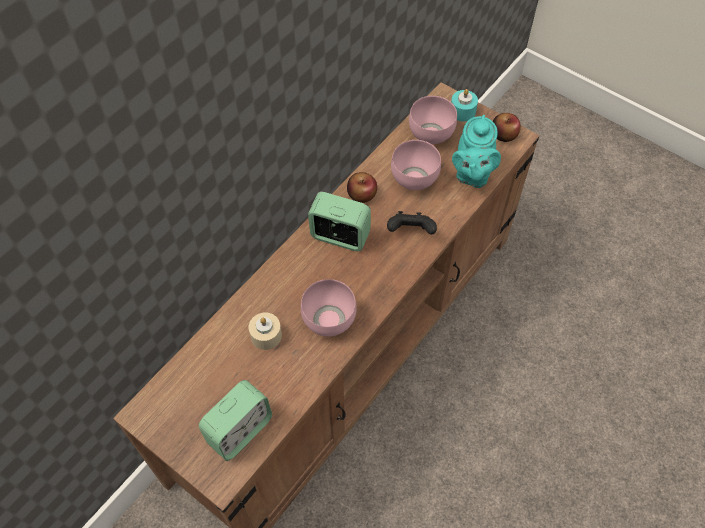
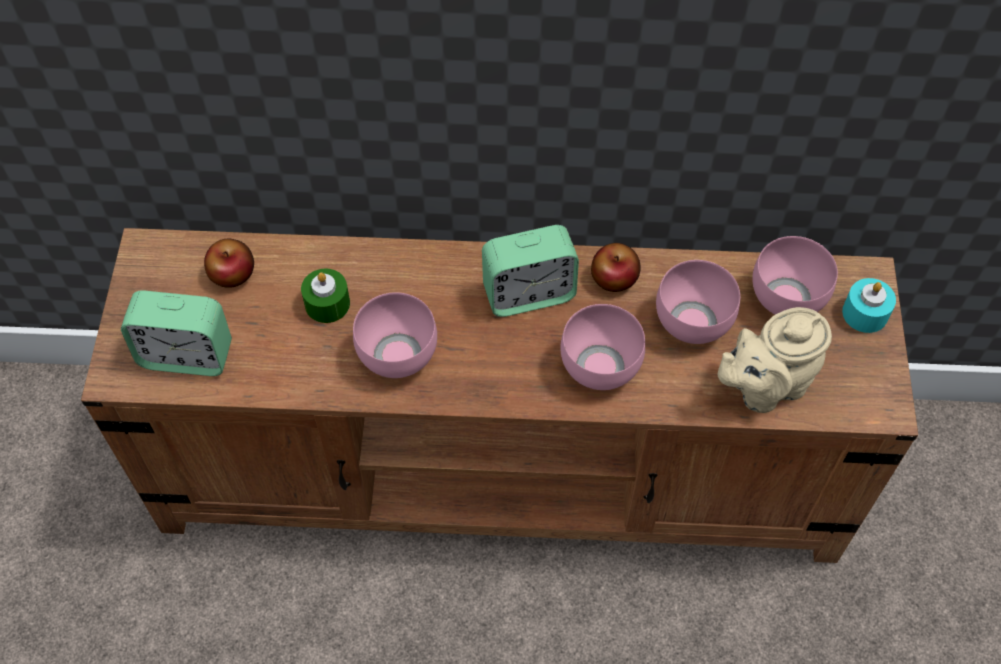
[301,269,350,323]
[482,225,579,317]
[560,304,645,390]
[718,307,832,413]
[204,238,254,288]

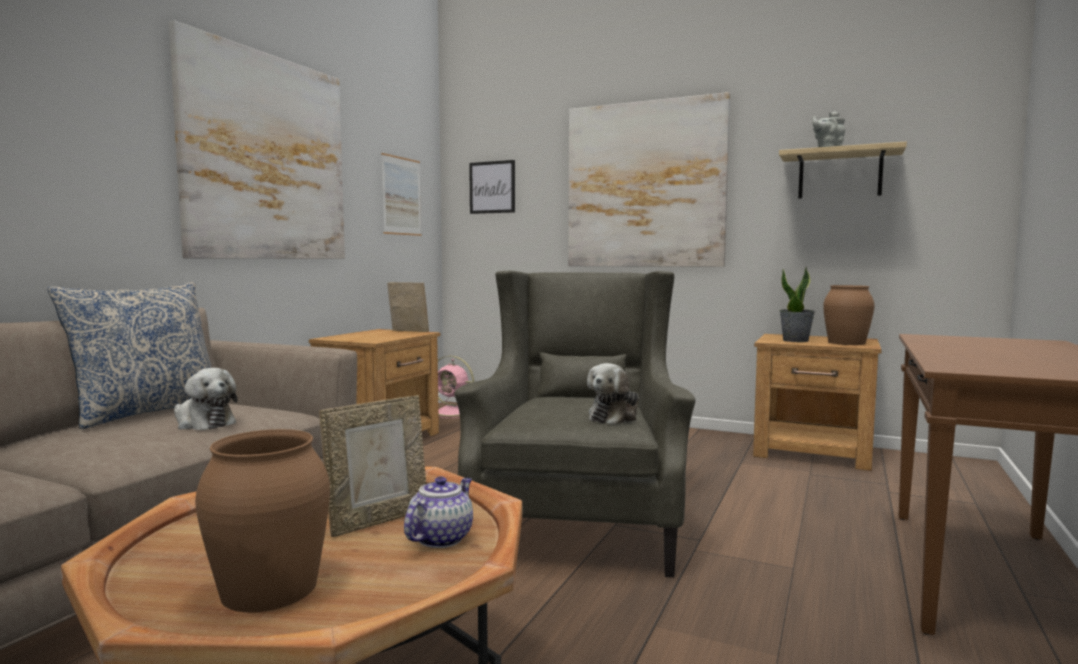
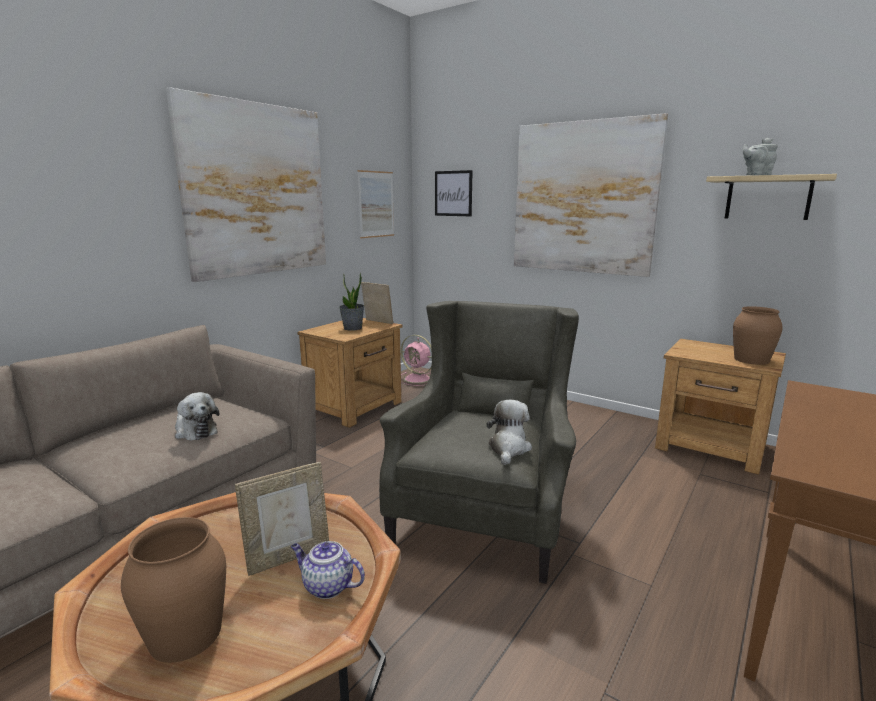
[47,282,212,429] (first image)
[291,541,365,599]
[486,400,532,465]
[339,273,364,331]

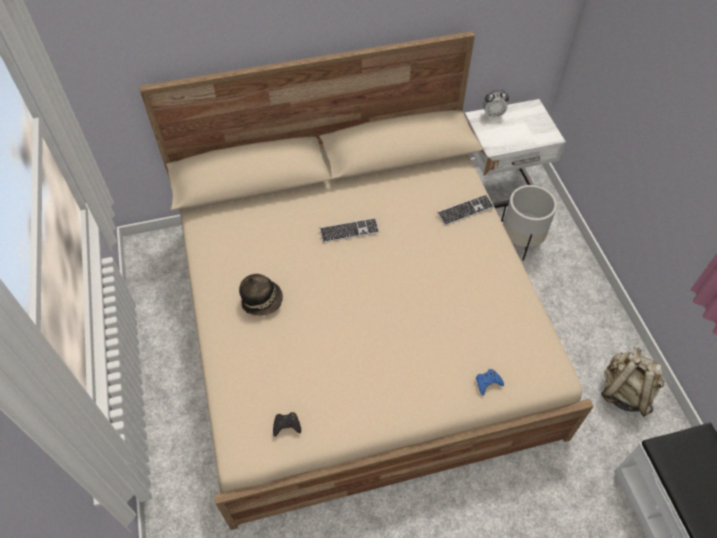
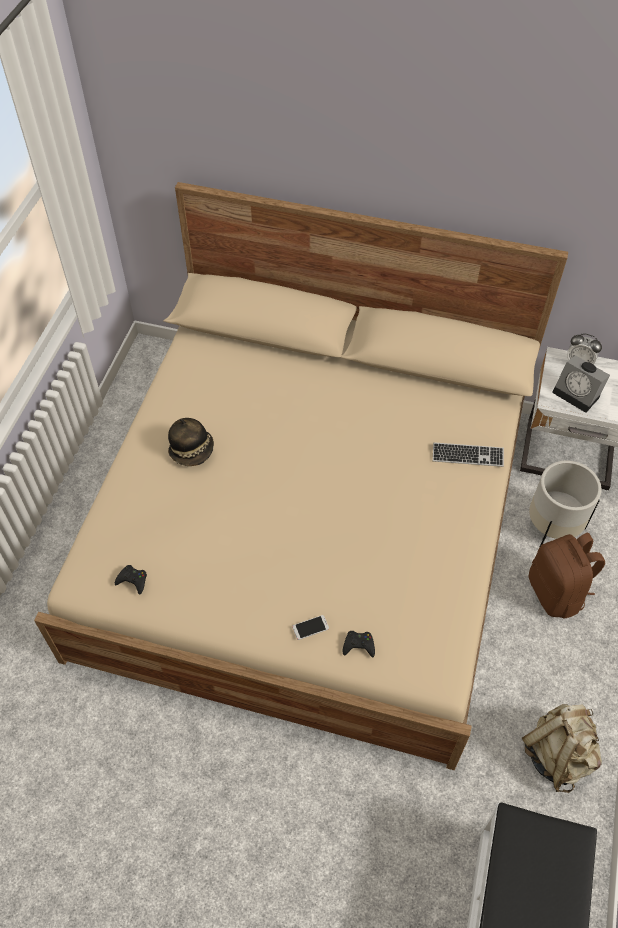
[319,218,380,243] (first image)
[343,631,375,657]
[292,615,329,640]
[529,533,605,619]
[552,355,610,413]

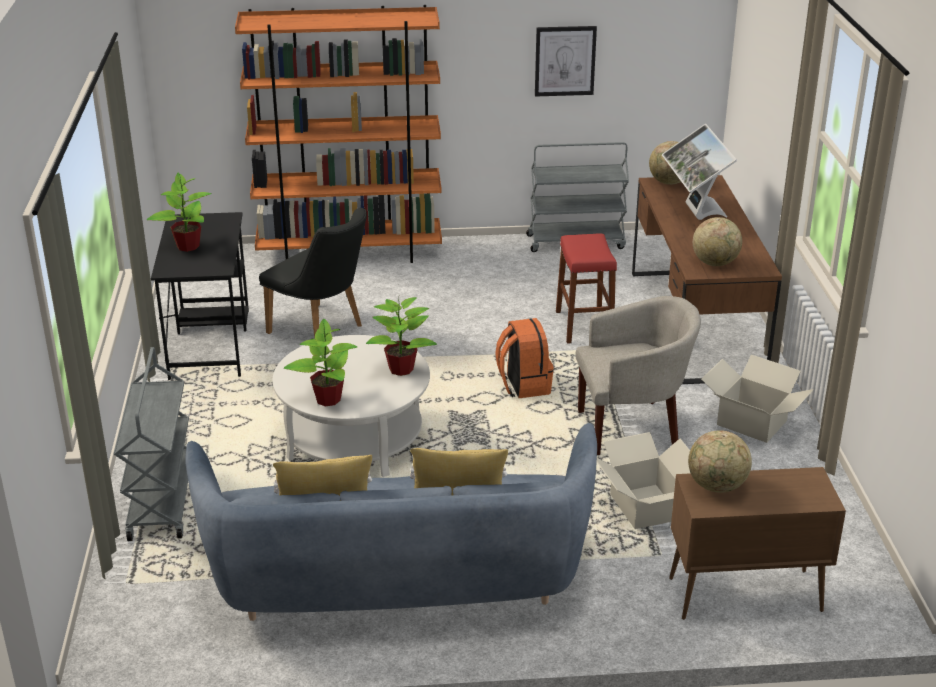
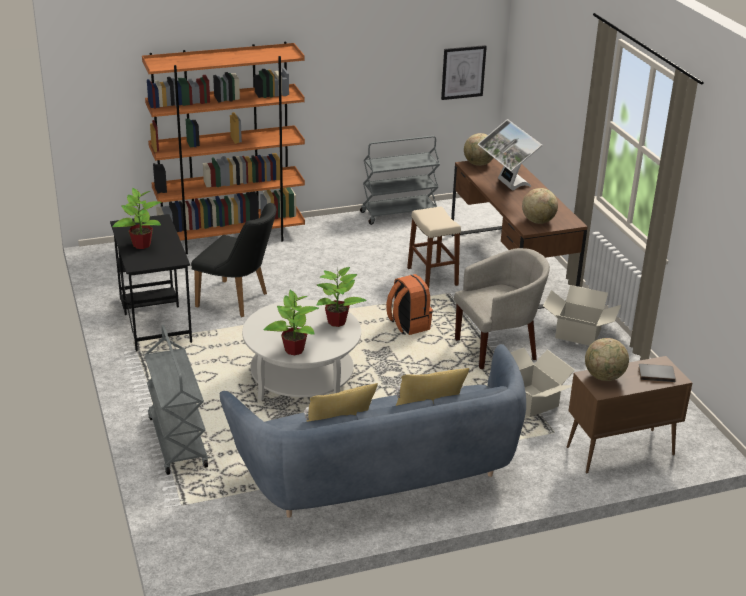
[441,45,487,100]
[407,207,461,288]
[638,364,676,382]

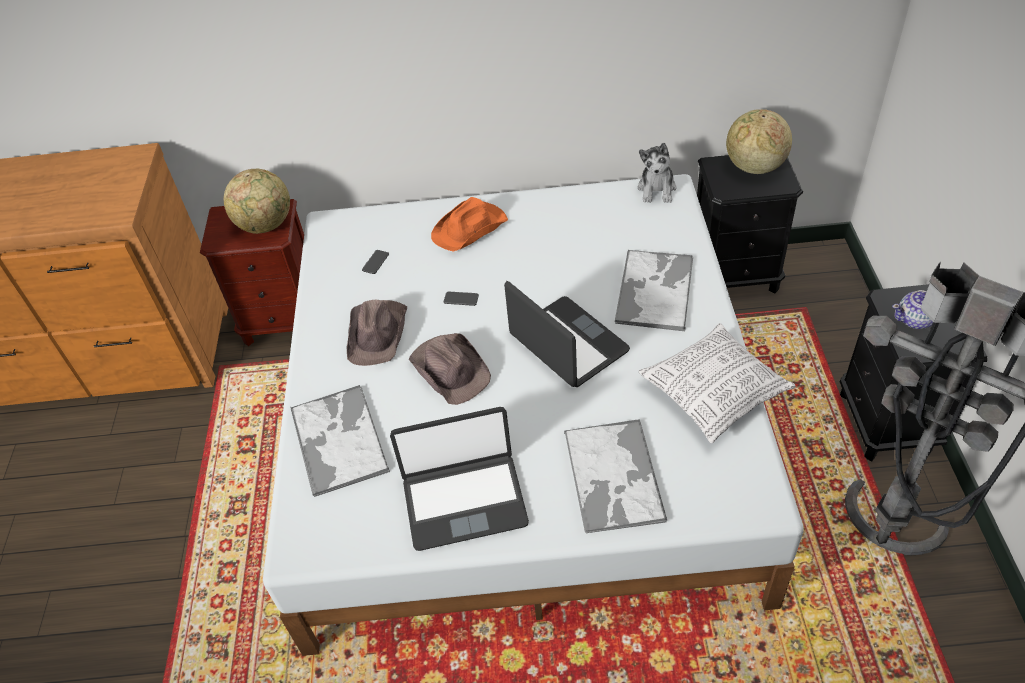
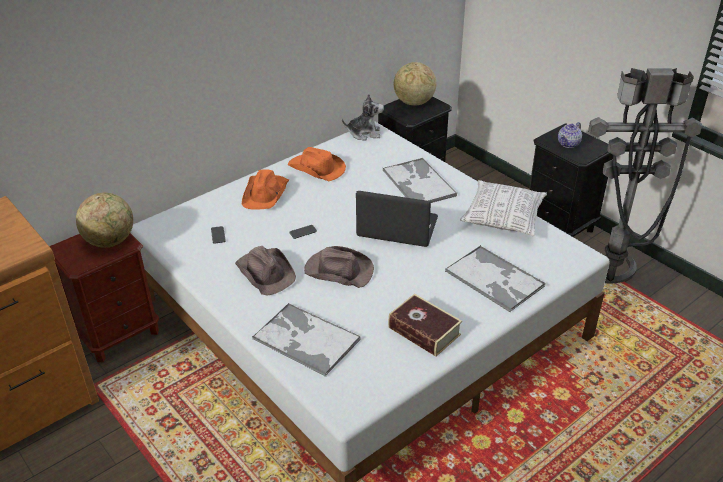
[388,294,462,357]
[342,94,384,141]
[288,147,346,181]

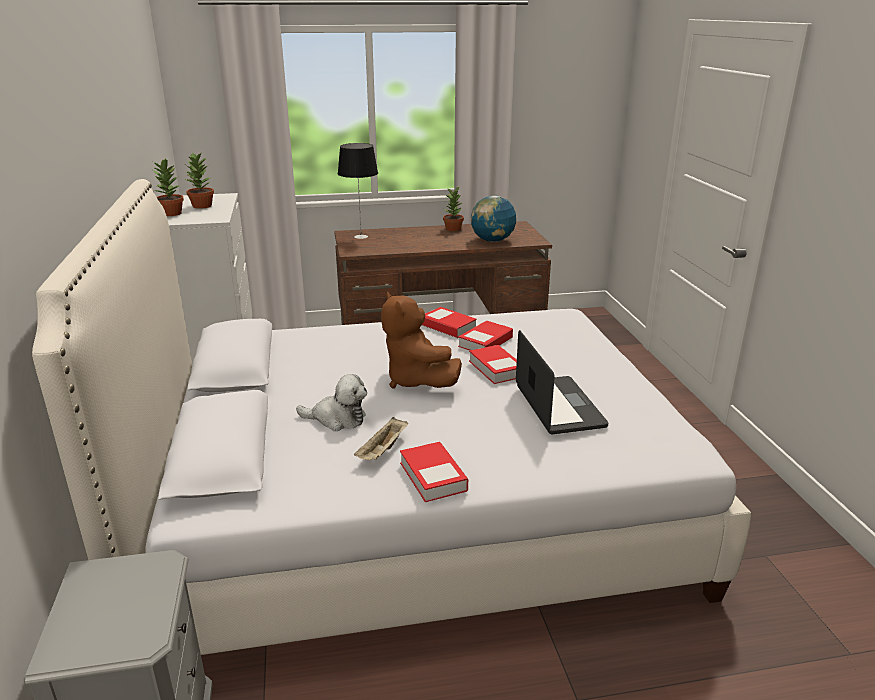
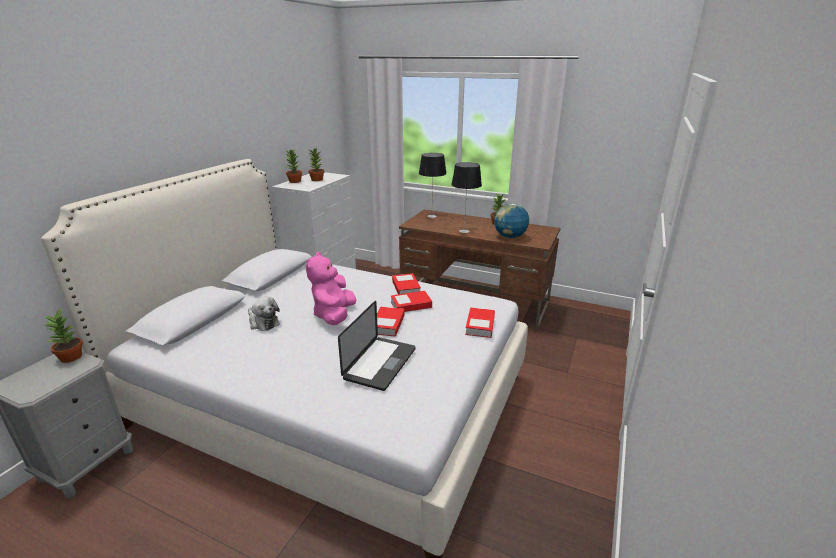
[354,417,408,460] (first image)
[306,252,356,325]
[465,308,495,338]
[43,308,83,363]
[451,162,482,233]

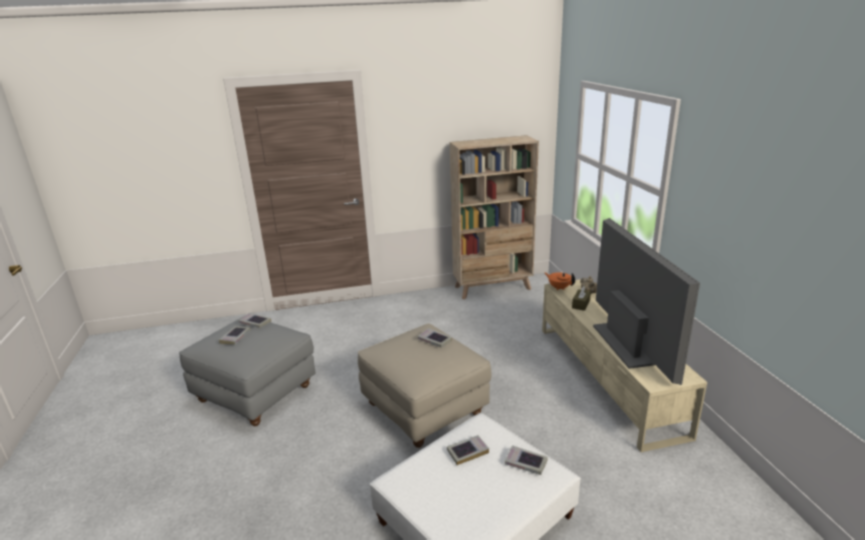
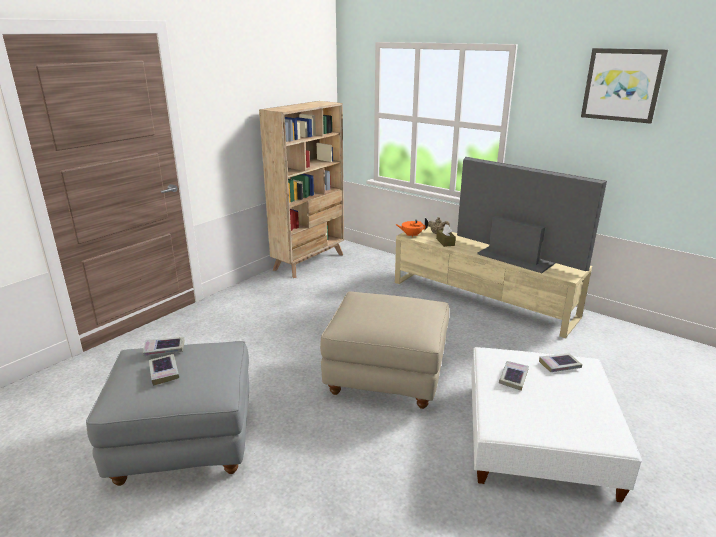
[418,328,452,348] (first image)
[581,48,668,124]

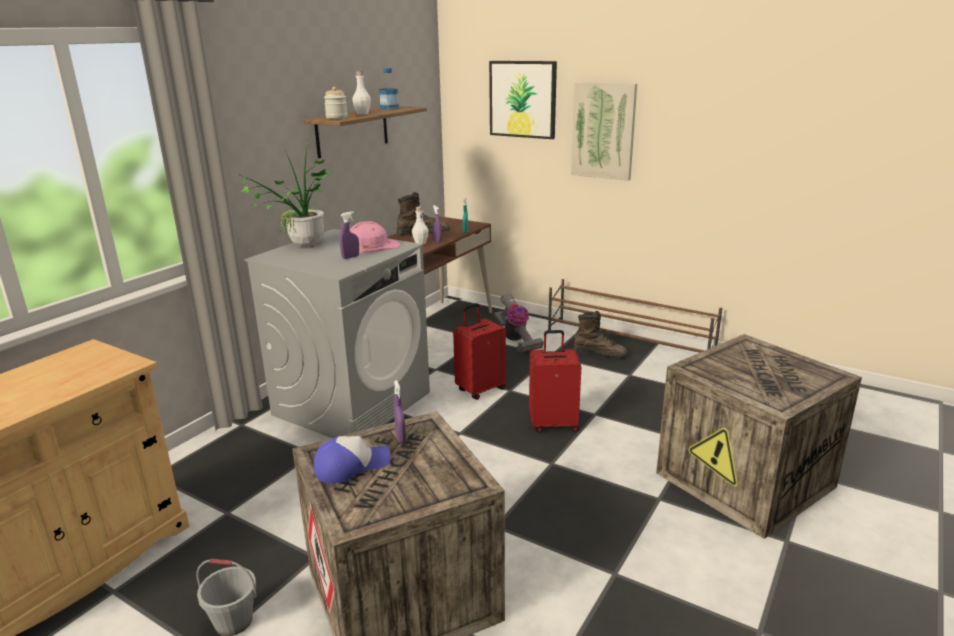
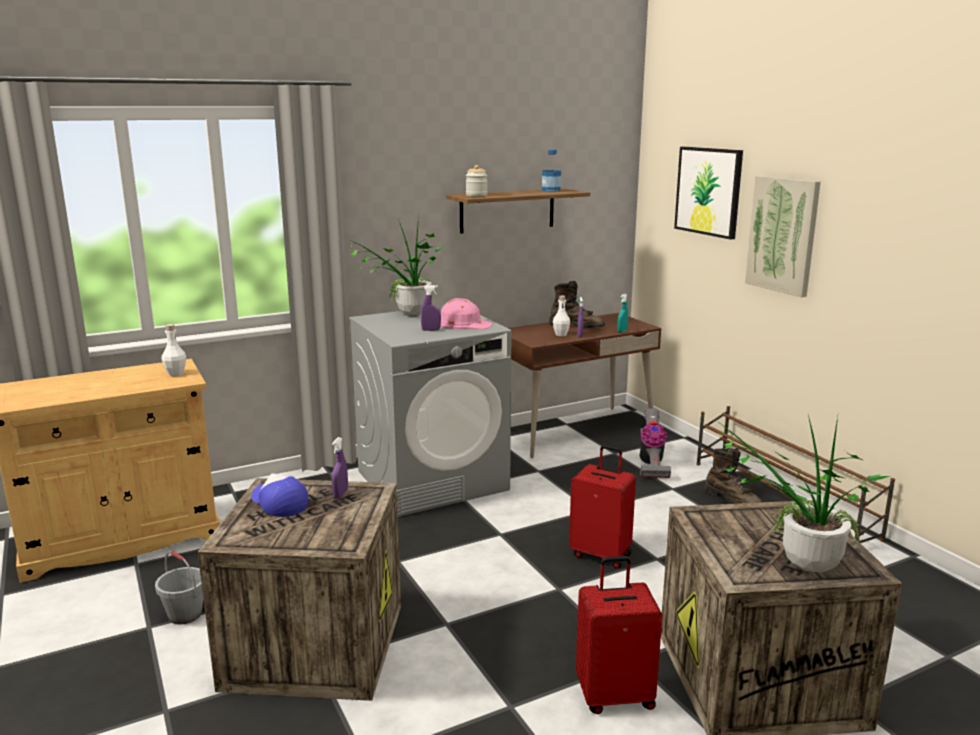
[251,473,308,517]
[162,324,186,376]
[576,556,662,714]
[716,415,890,573]

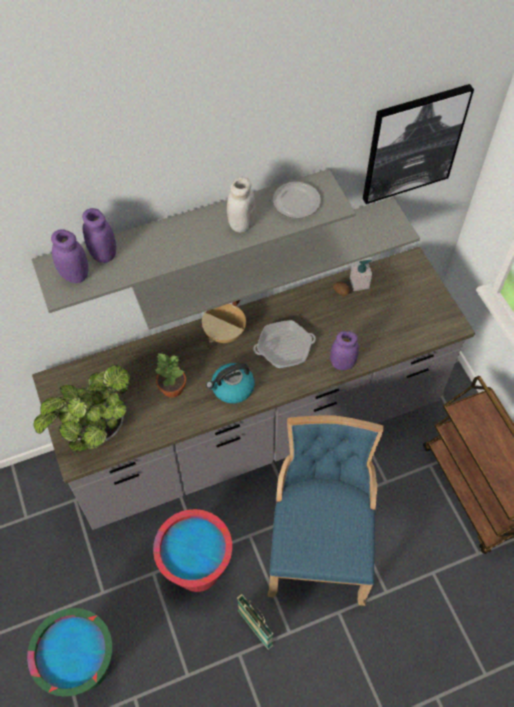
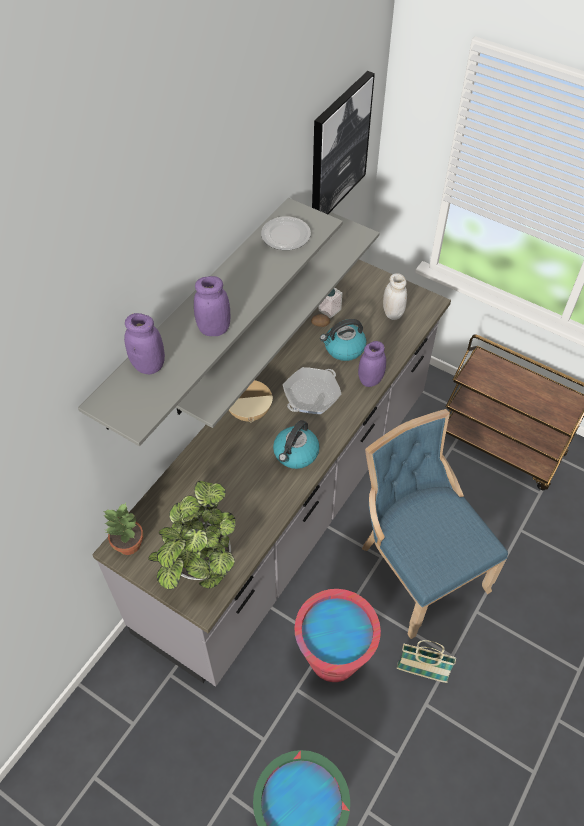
[194,276,230,336]
[103,503,143,555]
[383,273,407,320]
[320,319,366,361]

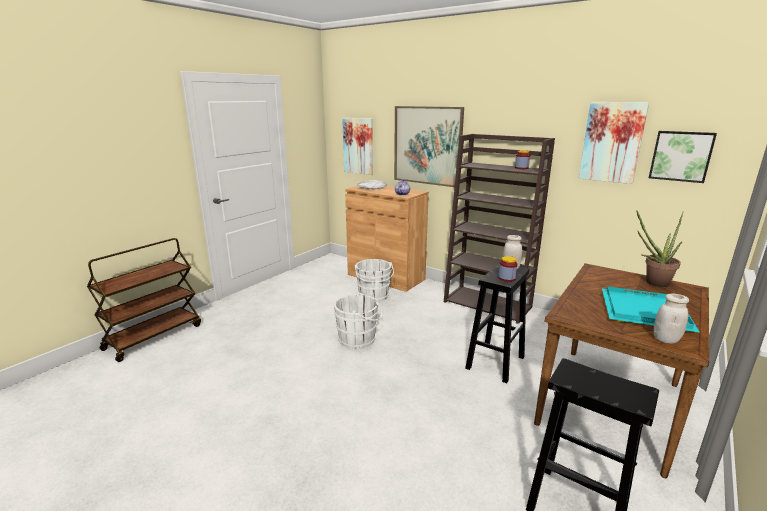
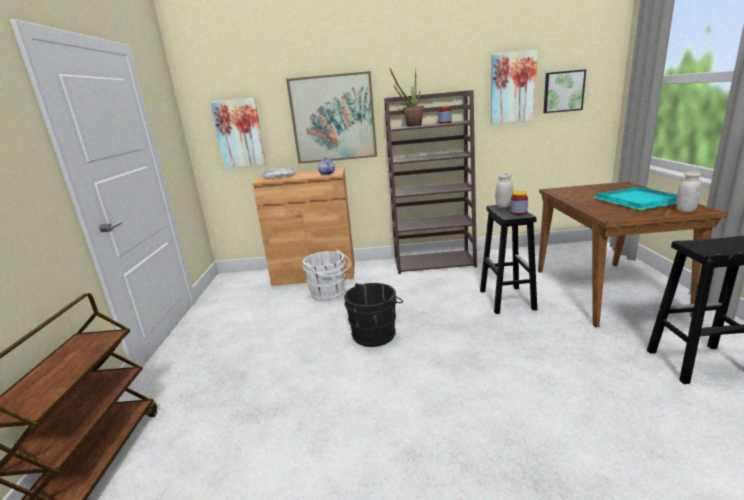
[344,283,403,347]
[390,68,424,127]

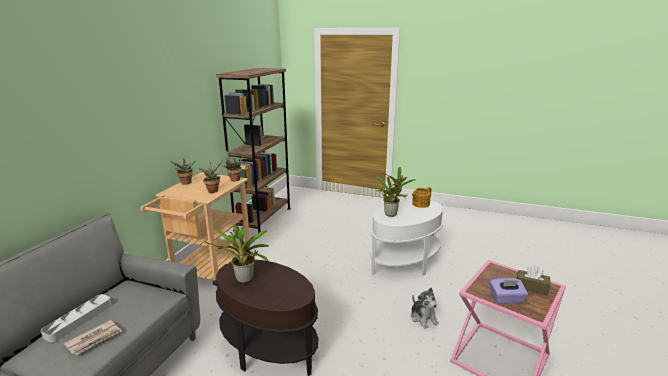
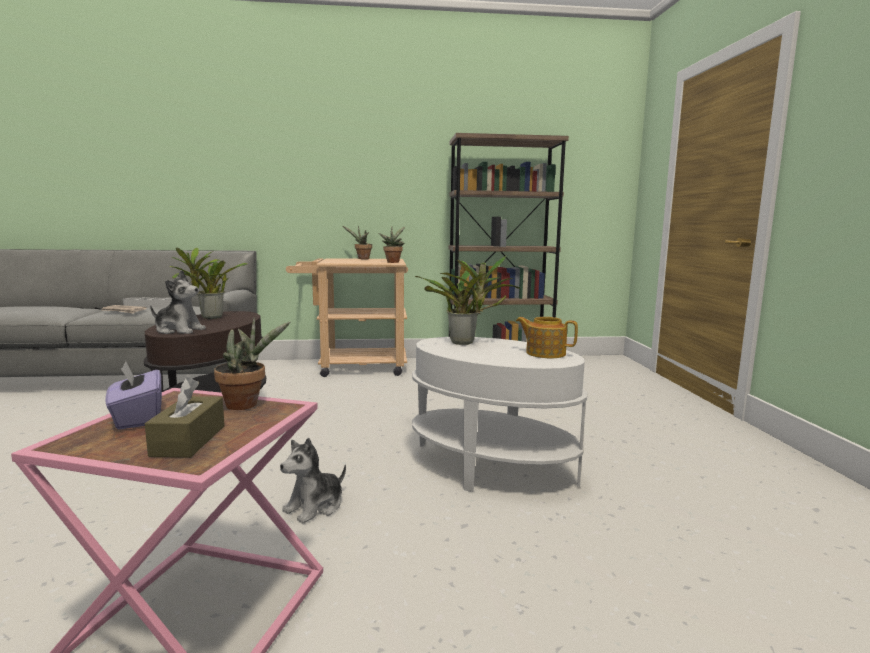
[214,317,290,410]
[150,270,206,334]

